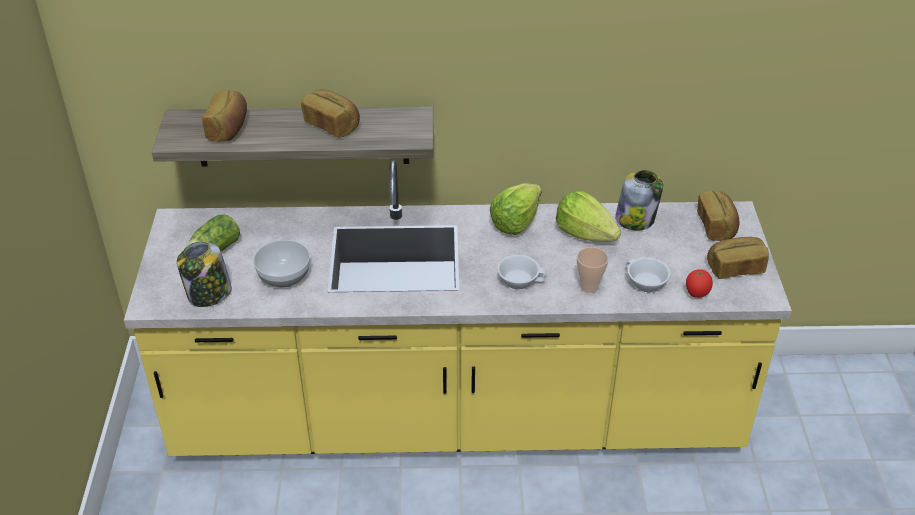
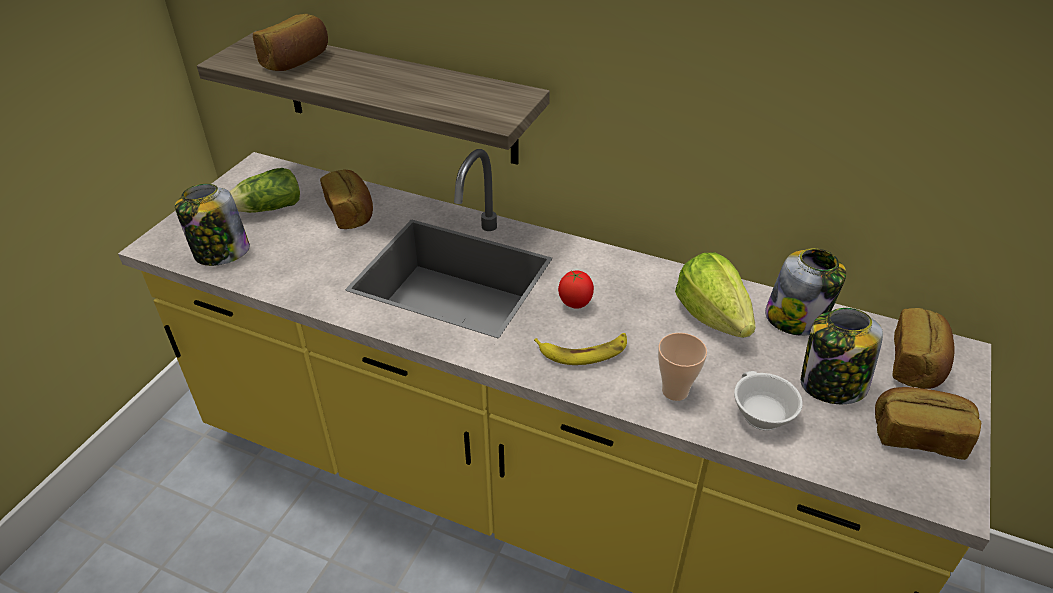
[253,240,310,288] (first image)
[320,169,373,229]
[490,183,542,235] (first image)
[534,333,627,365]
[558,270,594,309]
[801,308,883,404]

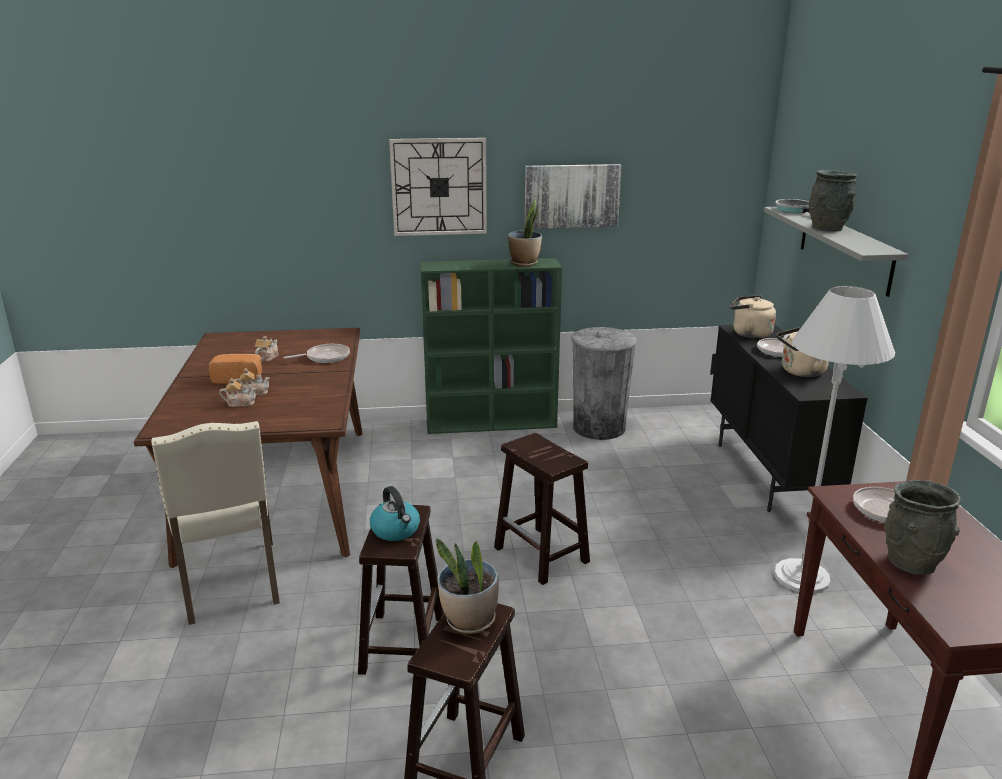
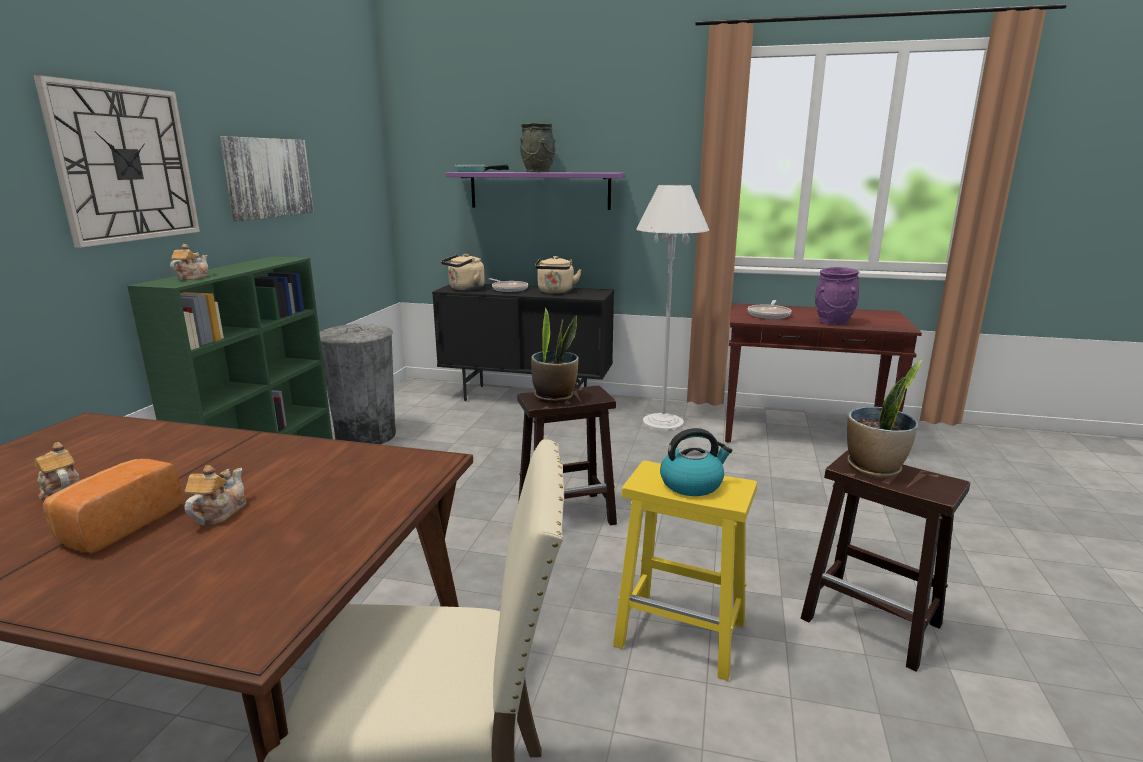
[170,244,209,280]
[283,344,350,363] (first image)
[613,461,757,681]
[531,307,579,403]
[445,172,625,210]
[815,267,860,325]

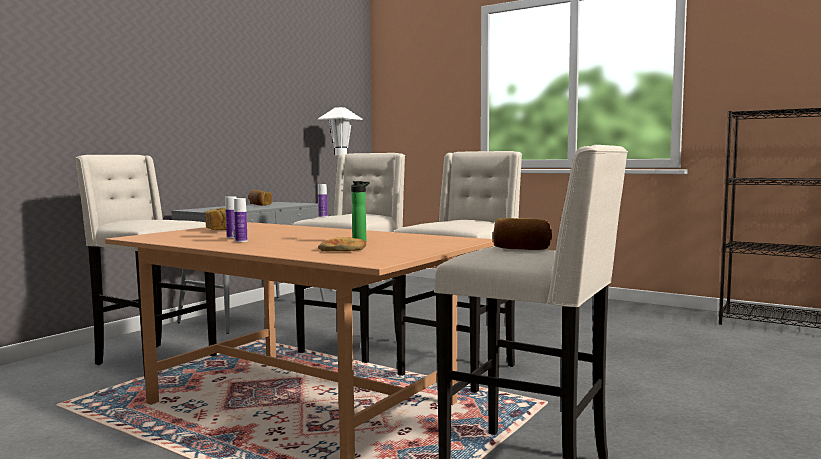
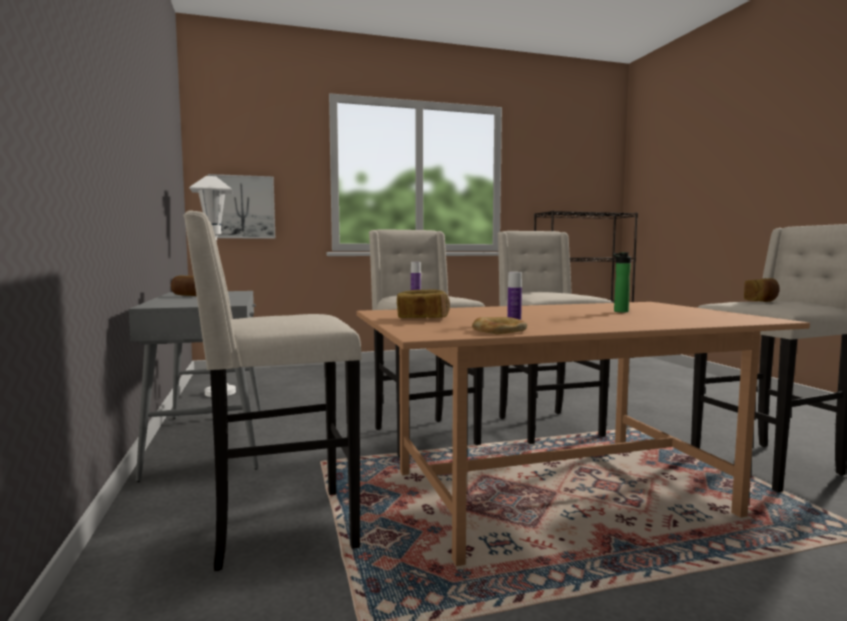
[234,198,247,242] (first image)
[472,317,527,334]
[208,174,275,239]

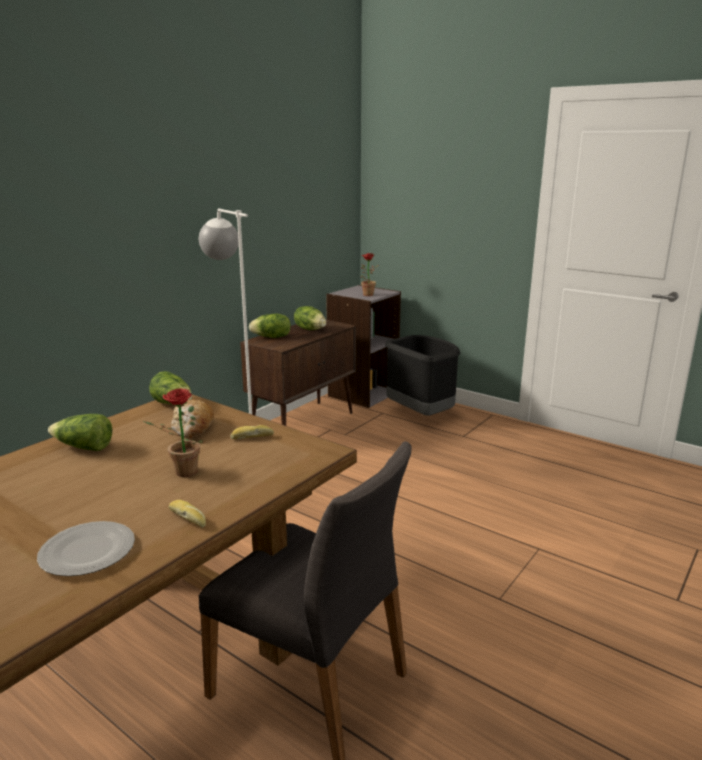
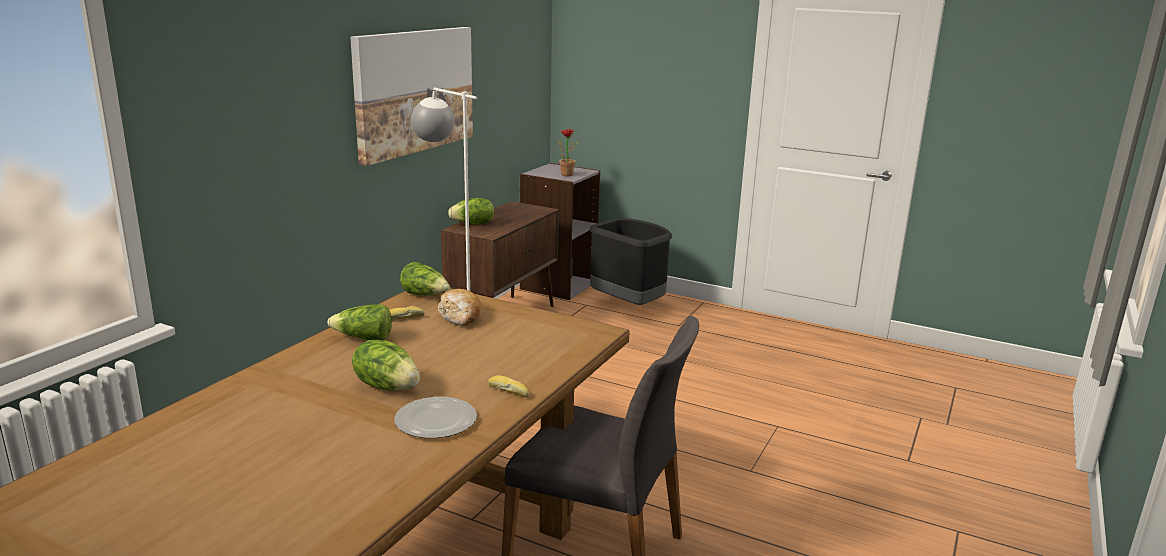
[143,388,204,477] (first image)
[390,306,425,320]
[352,340,420,391]
[350,27,473,166]

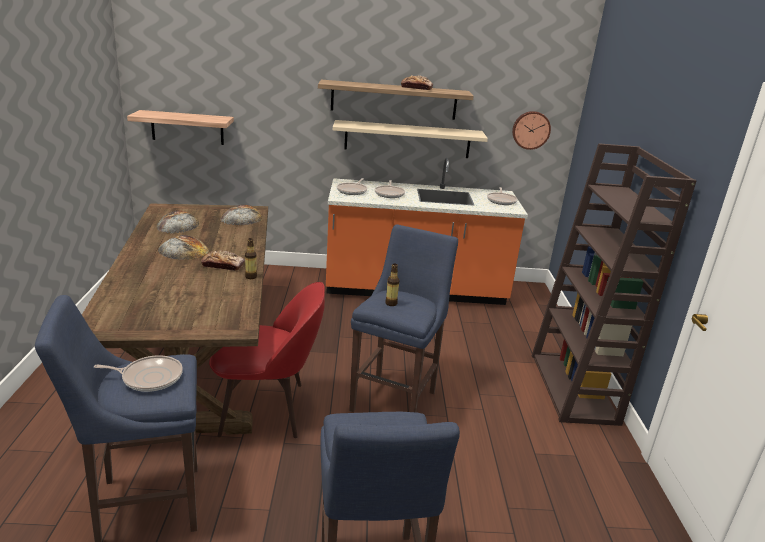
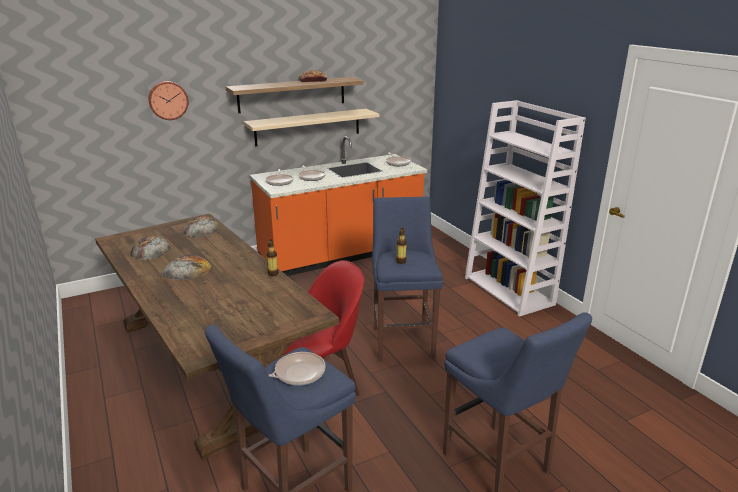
[127,110,234,145] (first image)
[201,251,245,271] (first image)
[148,81,188,120]
[465,100,586,317]

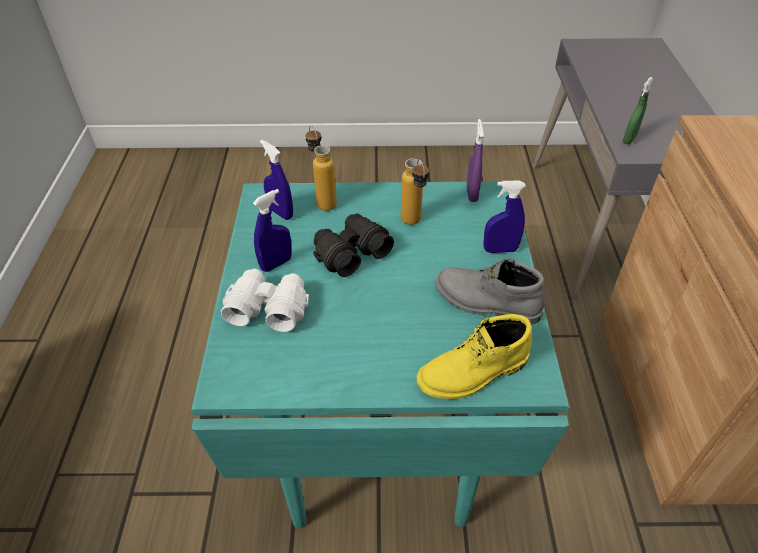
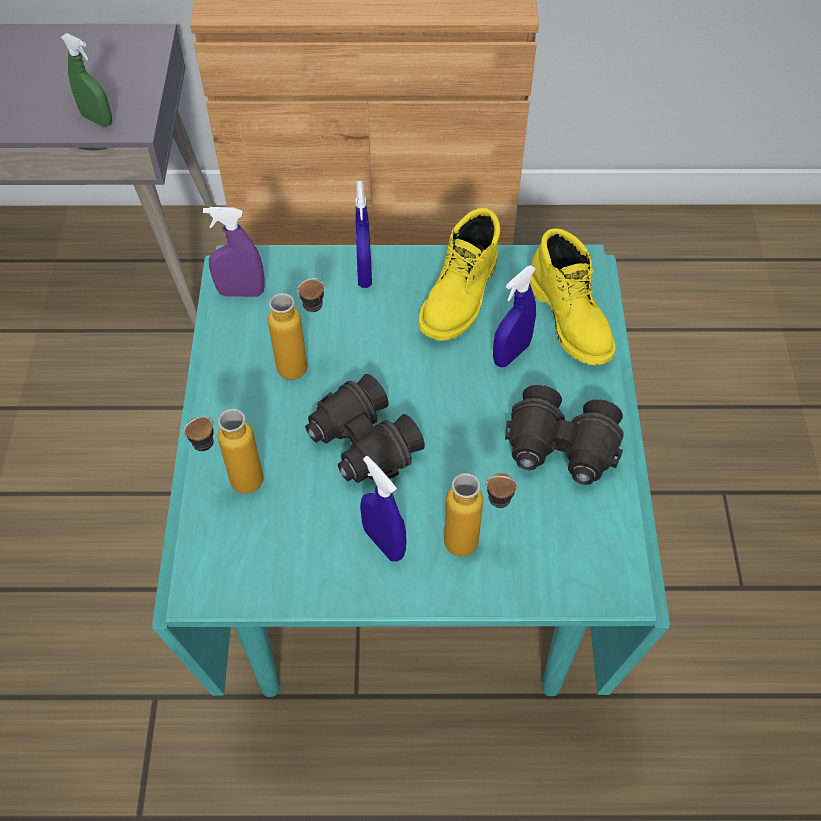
[444,473,518,556]
[493,265,536,367]
[418,208,500,341]
[505,385,623,485]

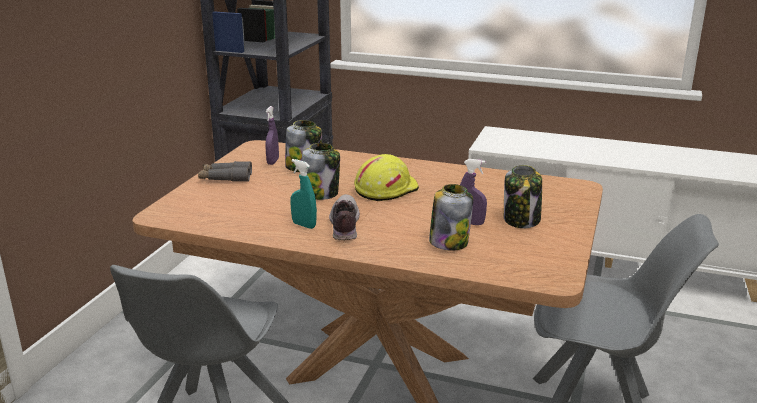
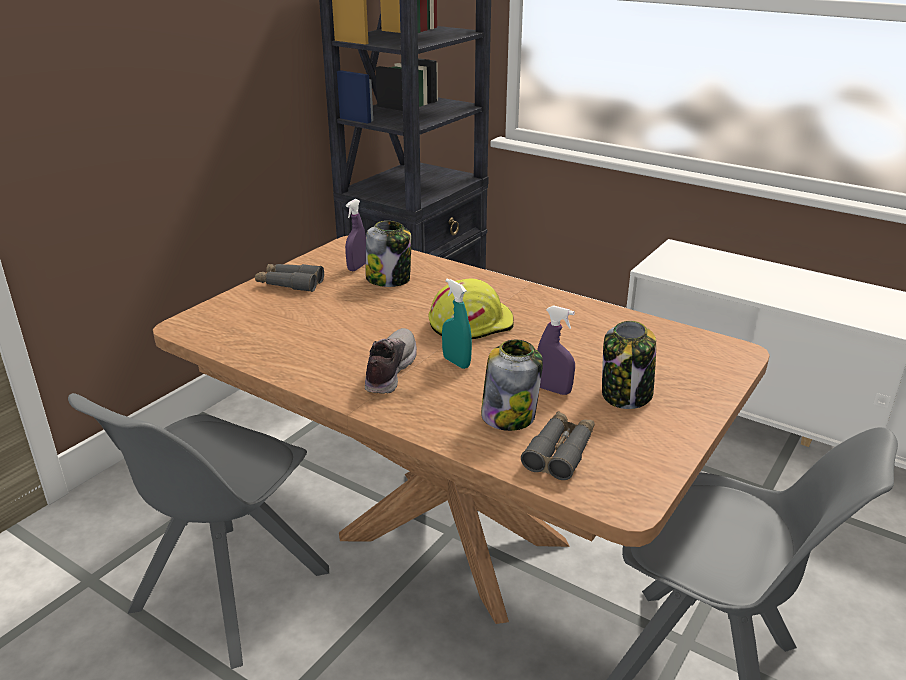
[442,278,472,369]
[300,143,340,200] (first image)
[521,411,595,480]

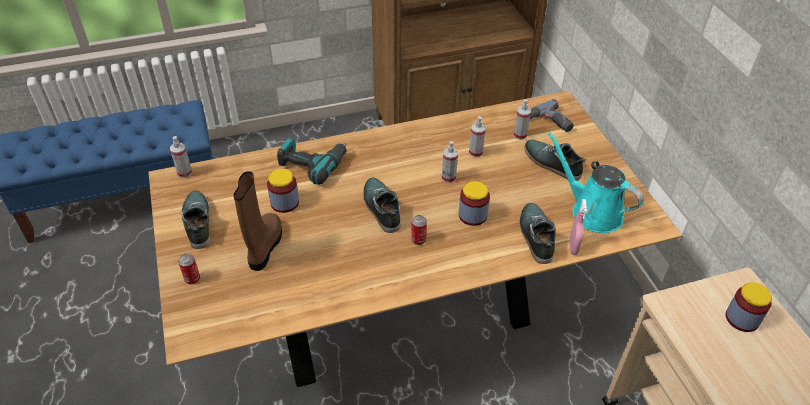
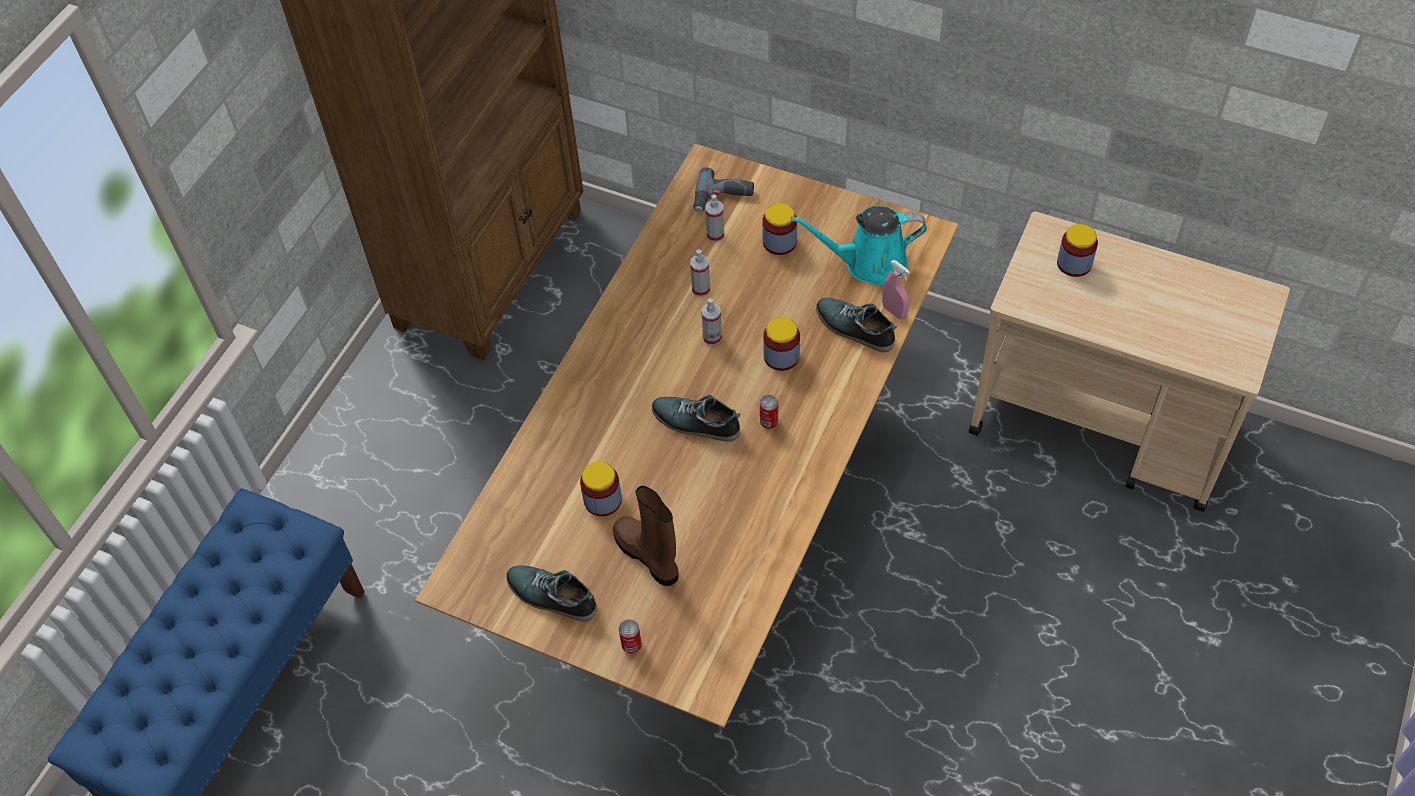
[170,136,192,178] (first image)
[277,138,347,185] (first image)
[763,203,797,255]

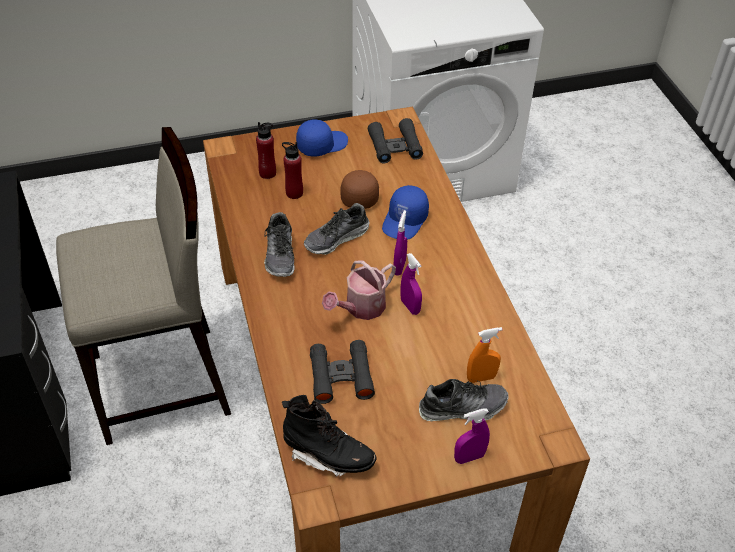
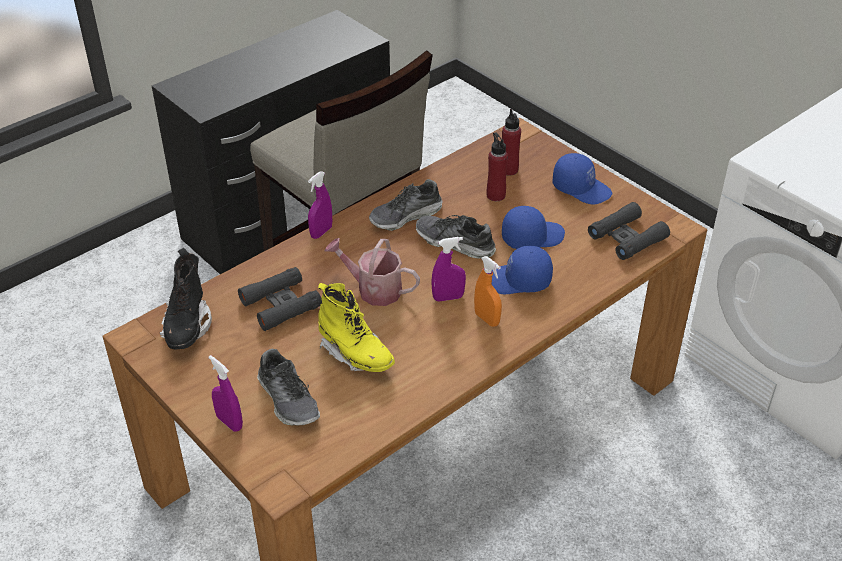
[502,206,565,249]
[308,171,332,239]
[474,256,502,327]
[318,283,395,372]

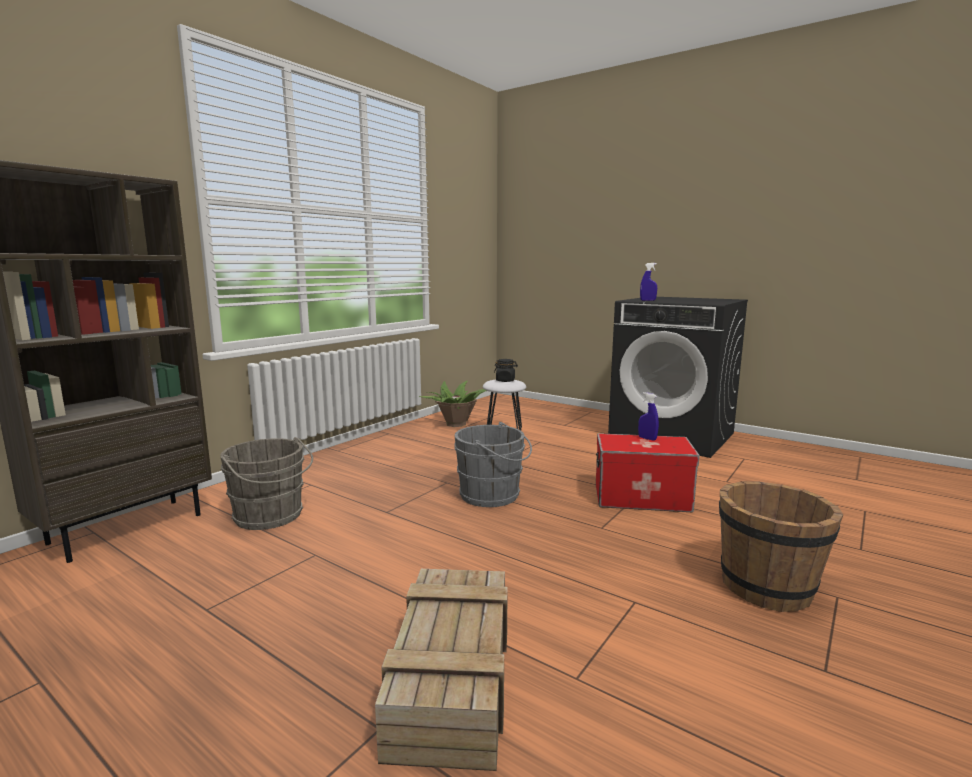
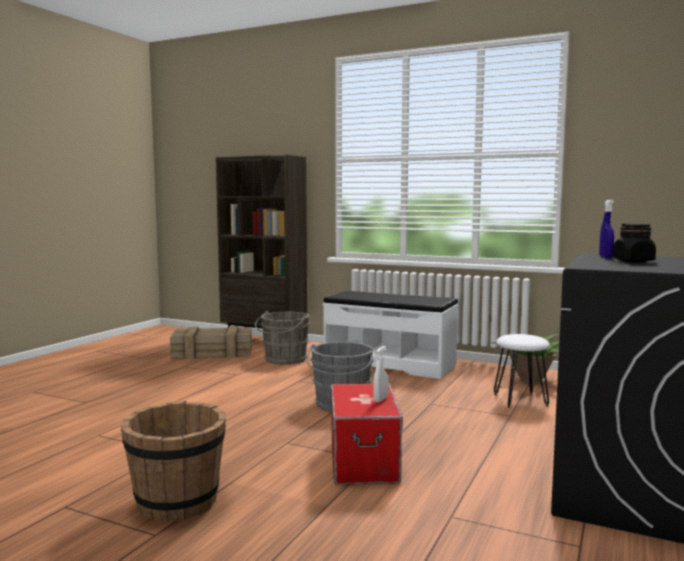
[170,326,252,359]
[613,223,656,262]
[373,346,388,402]
[323,291,458,379]

